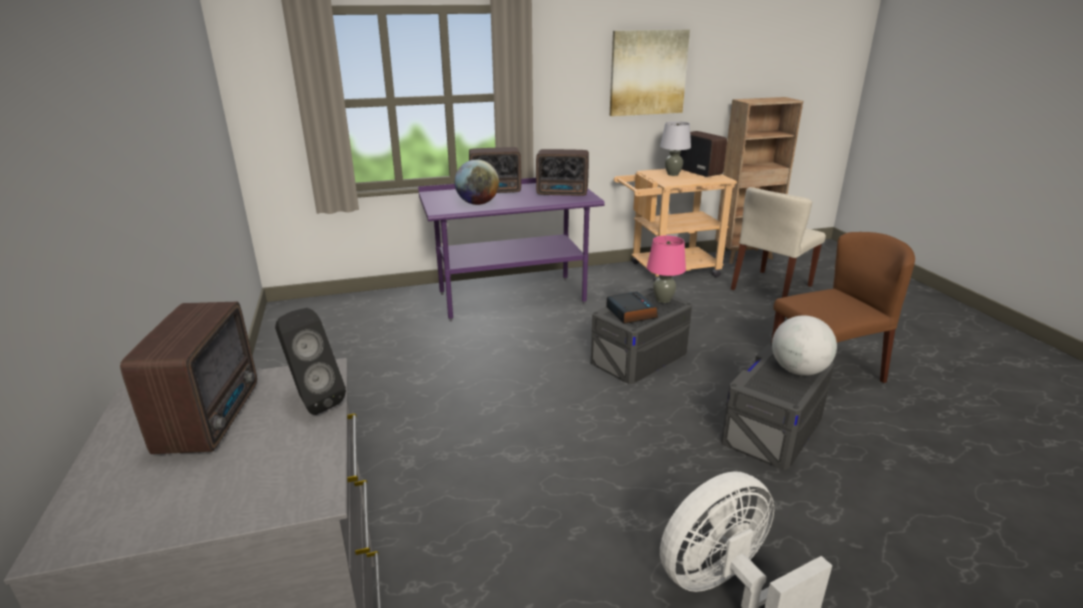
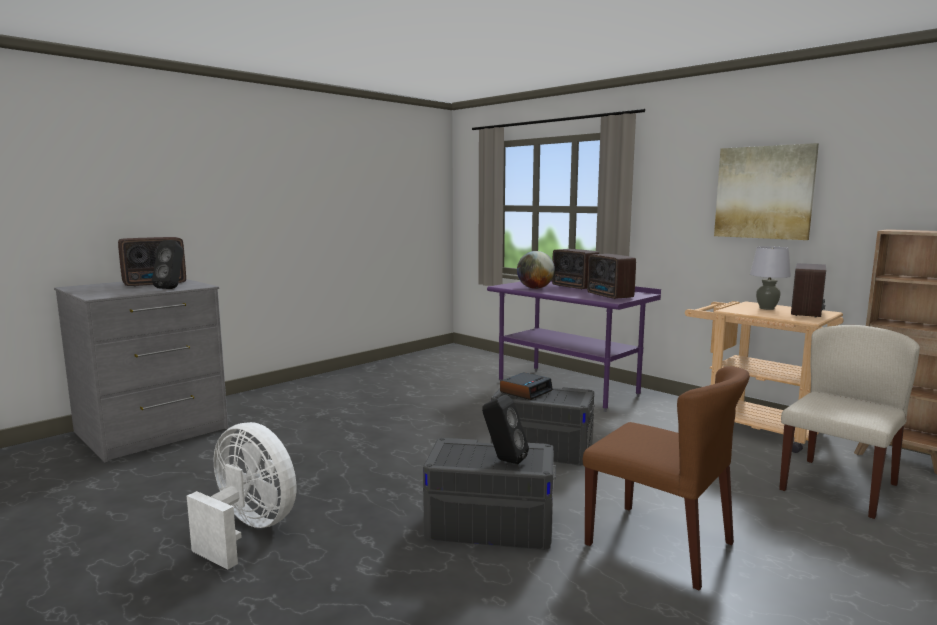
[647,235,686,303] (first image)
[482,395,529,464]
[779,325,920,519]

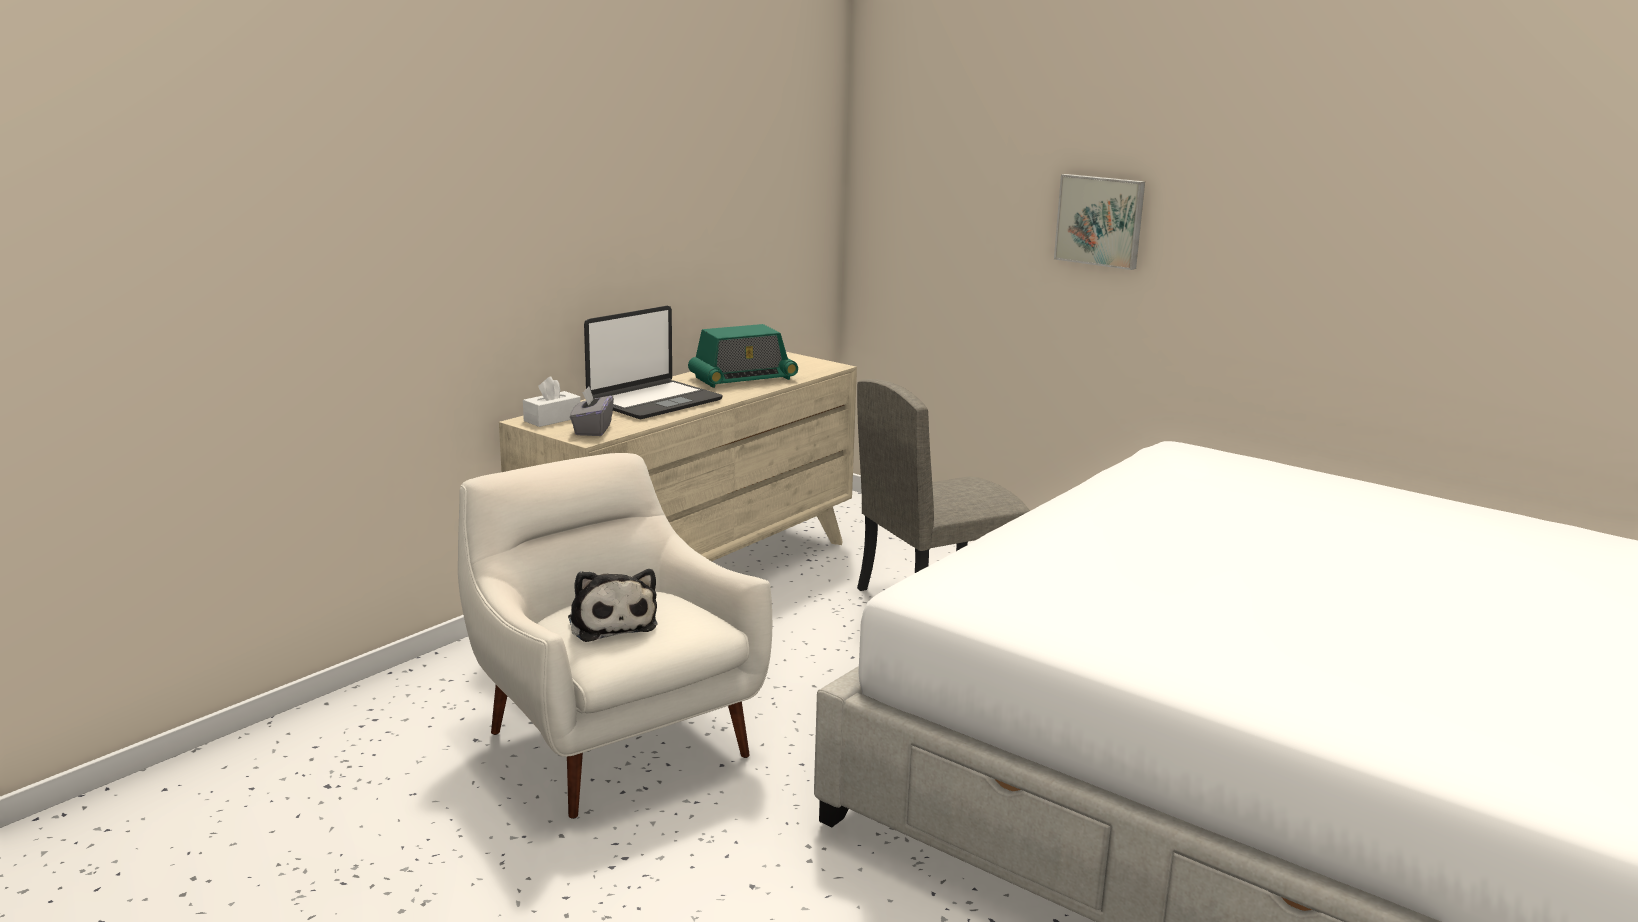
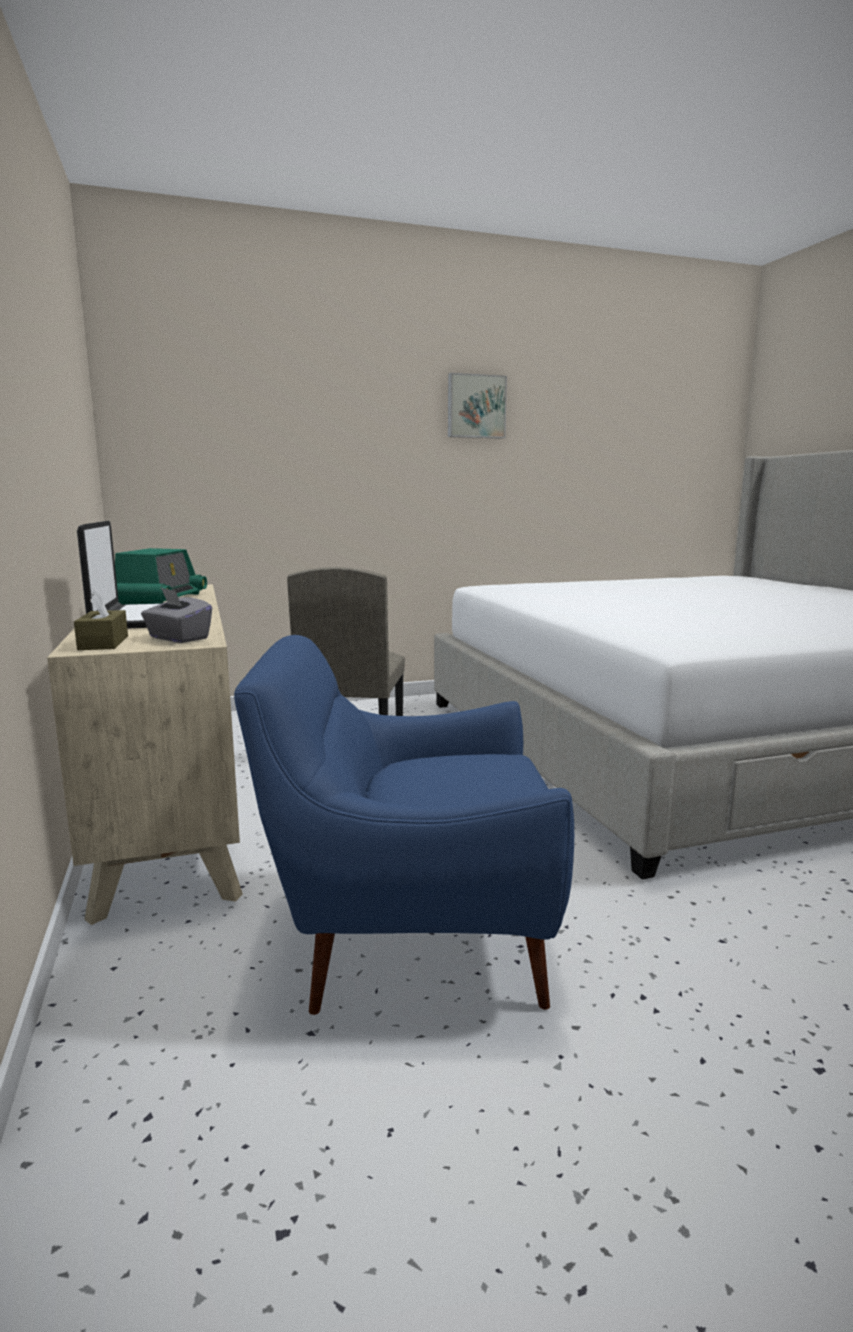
[568,569,658,642] (first image)
[448,373,507,439]
[234,635,574,1015]
[74,588,128,650]

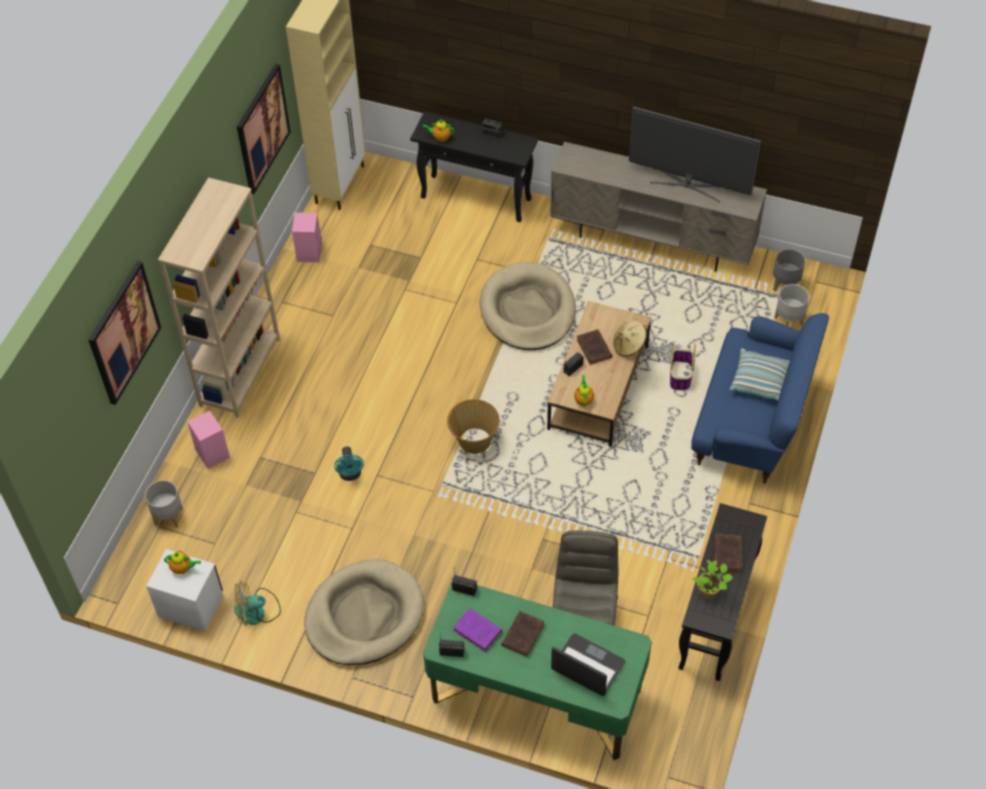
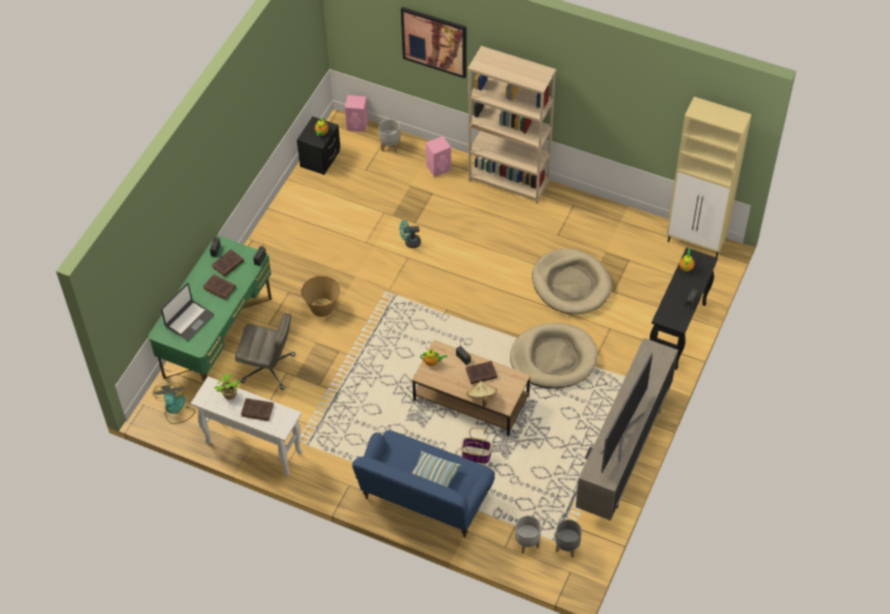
[237,64,291,194] (first image)
[152,382,195,424]
[345,95,368,132]
[532,248,612,314]
[301,276,340,317]
[297,116,340,175]
[212,249,244,277]
[191,376,302,476]

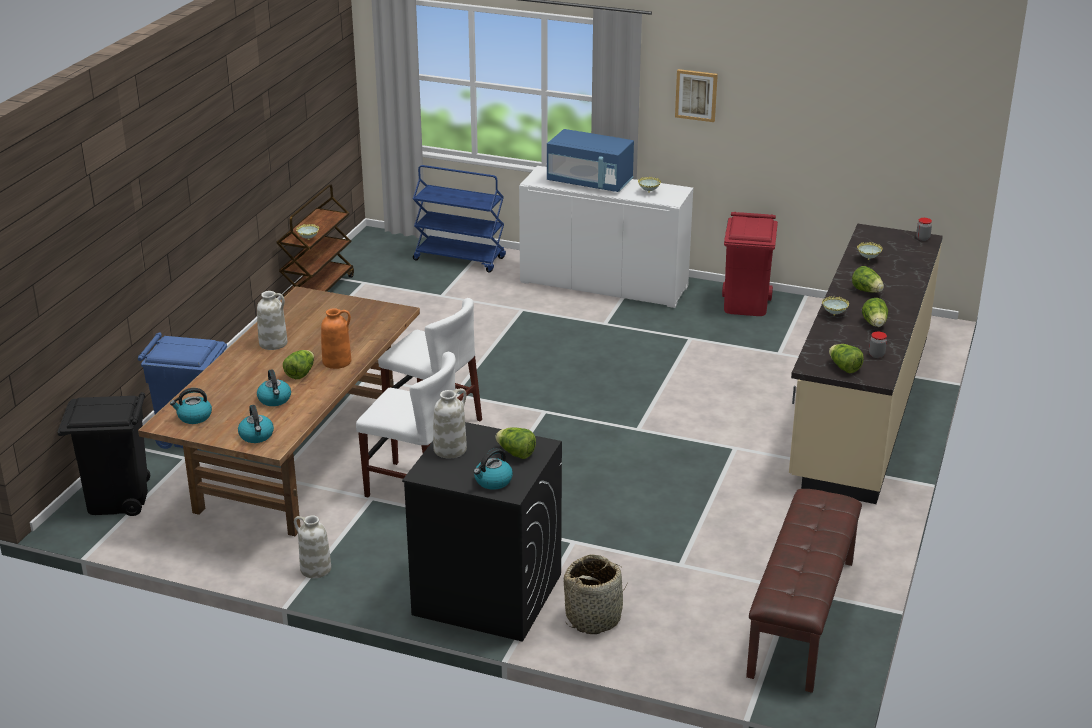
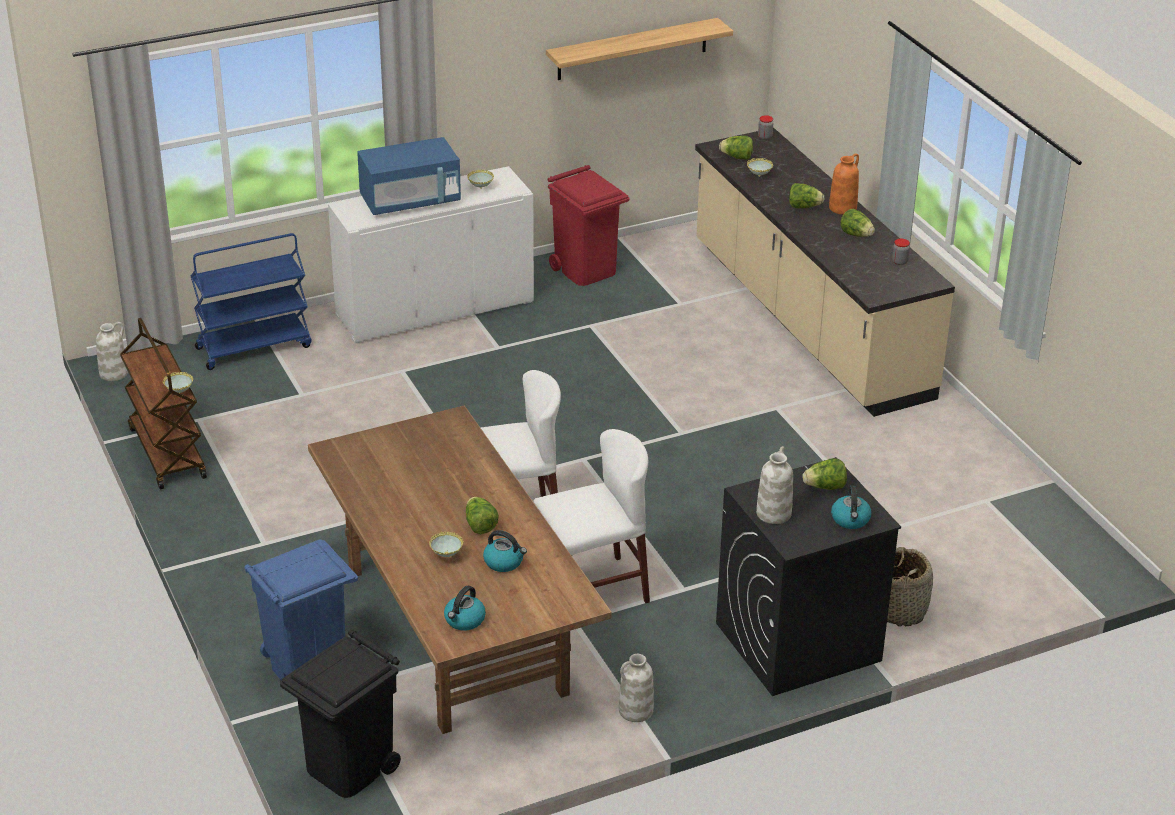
[238,405,274,443] (first image)
[675,69,718,122] (first image)
[746,489,862,693] (first image)
[546,18,733,80]
[96,322,128,381]
[829,153,859,215]
[429,532,463,557]
[719,136,753,160]

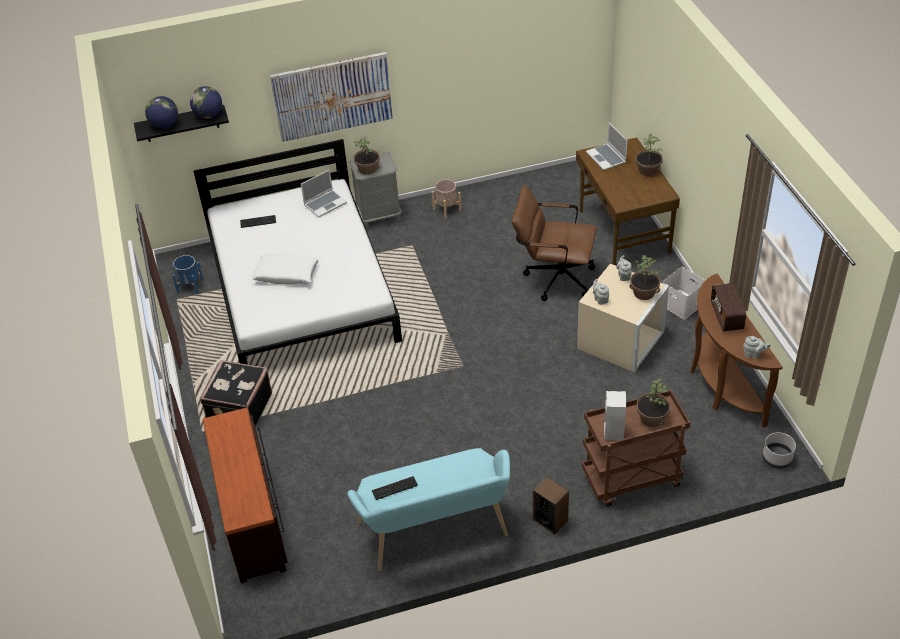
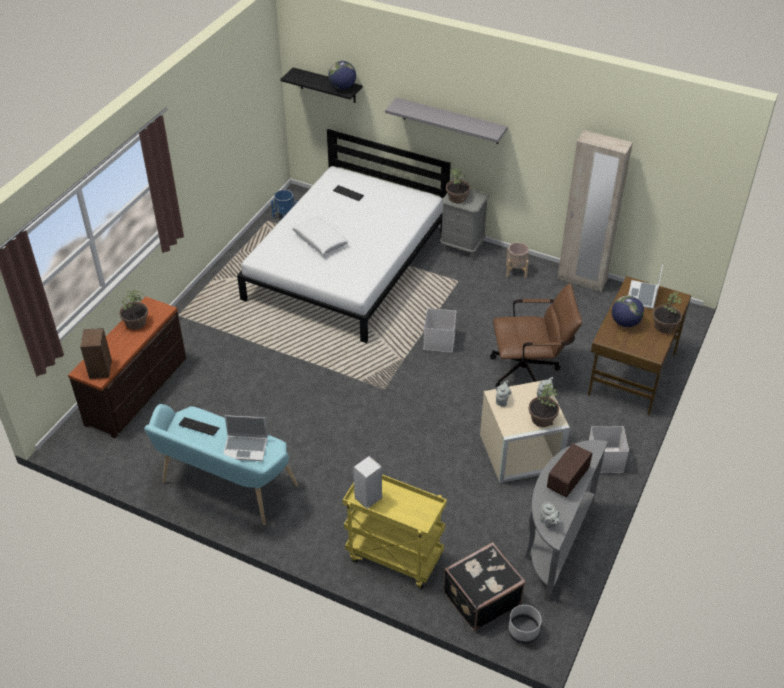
[423,308,456,352]
[557,130,633,292]
[612,295,644,327]
[444,542,525,631]
[223,415,268,461]
[80,328,112,379]
[119,290,148,330]
[385,98,508,144]
[343,474,447,589]
[524,440,608,602]
[490,283,582,388]

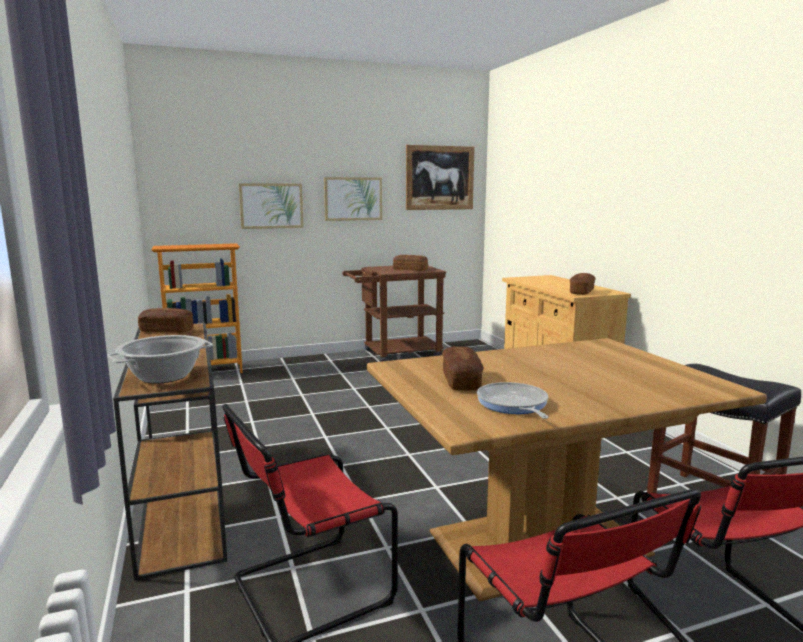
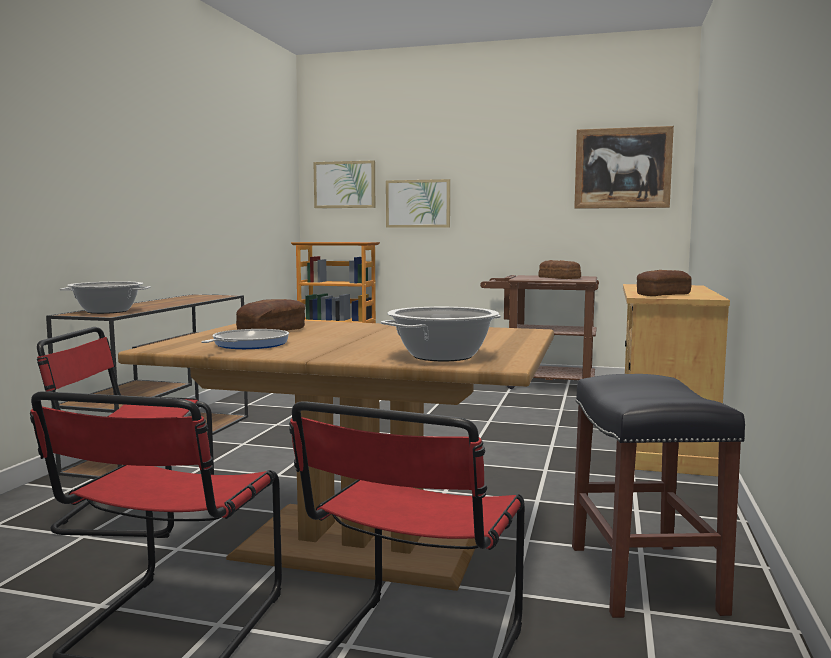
[138,308,193,333] (first image)
[381,307,501,361]
[314,160,375,208]

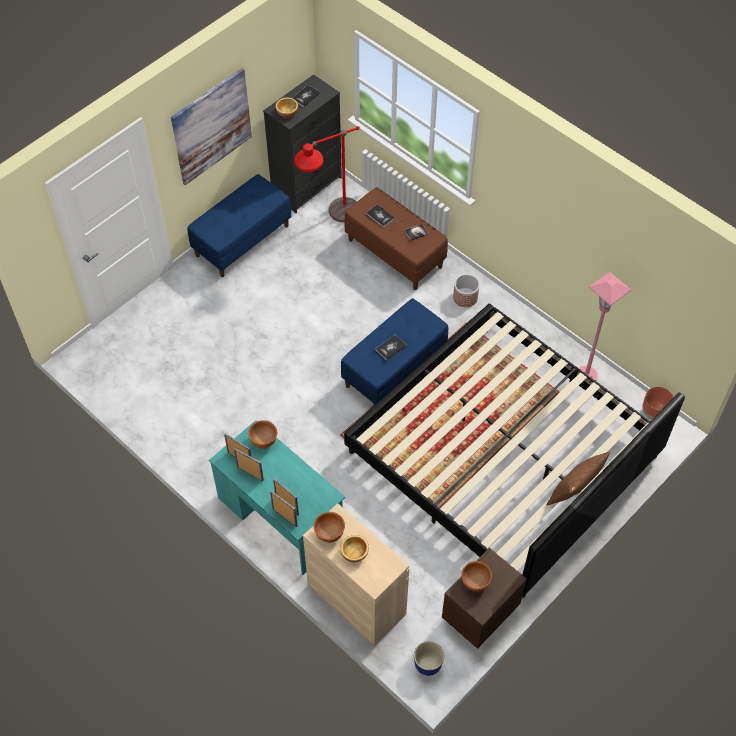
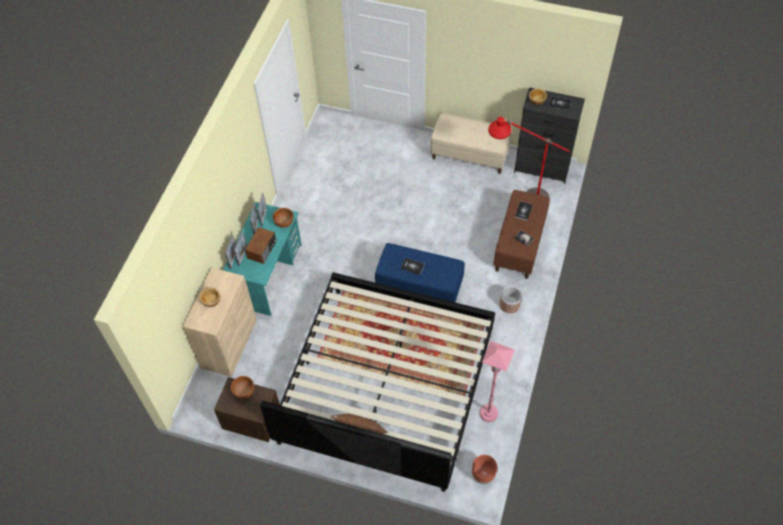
[171,68,252,185] (first image)
[314,512,345,543] (first image)
[414,641,444,676] (first image)
[245,227,276,264]
[431,113,512,174]

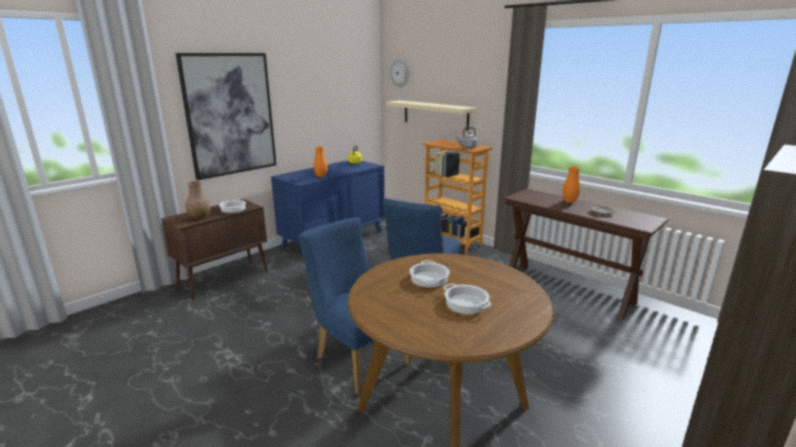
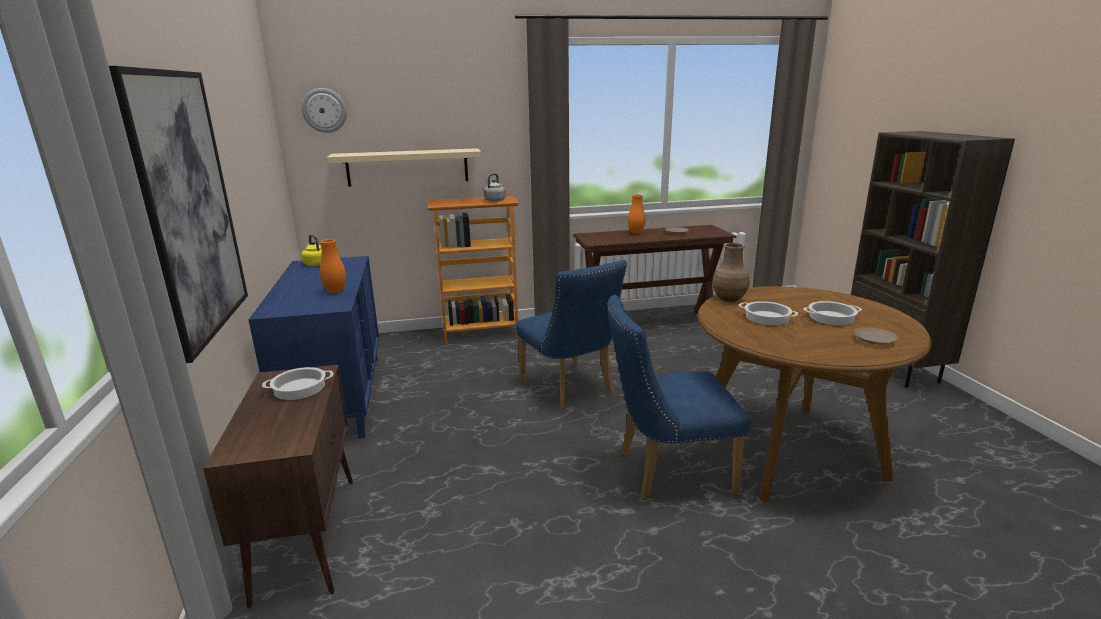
[854,327,898,345]
[712,243,749,302]

